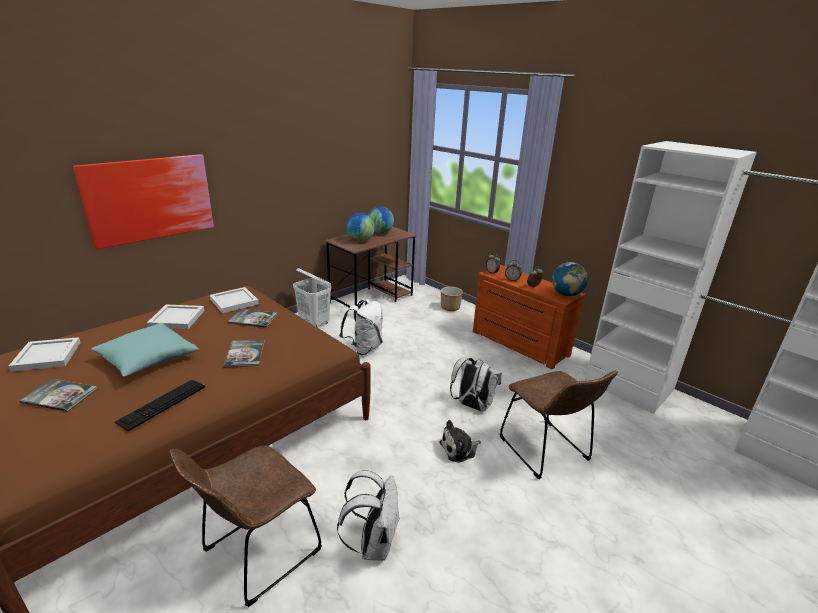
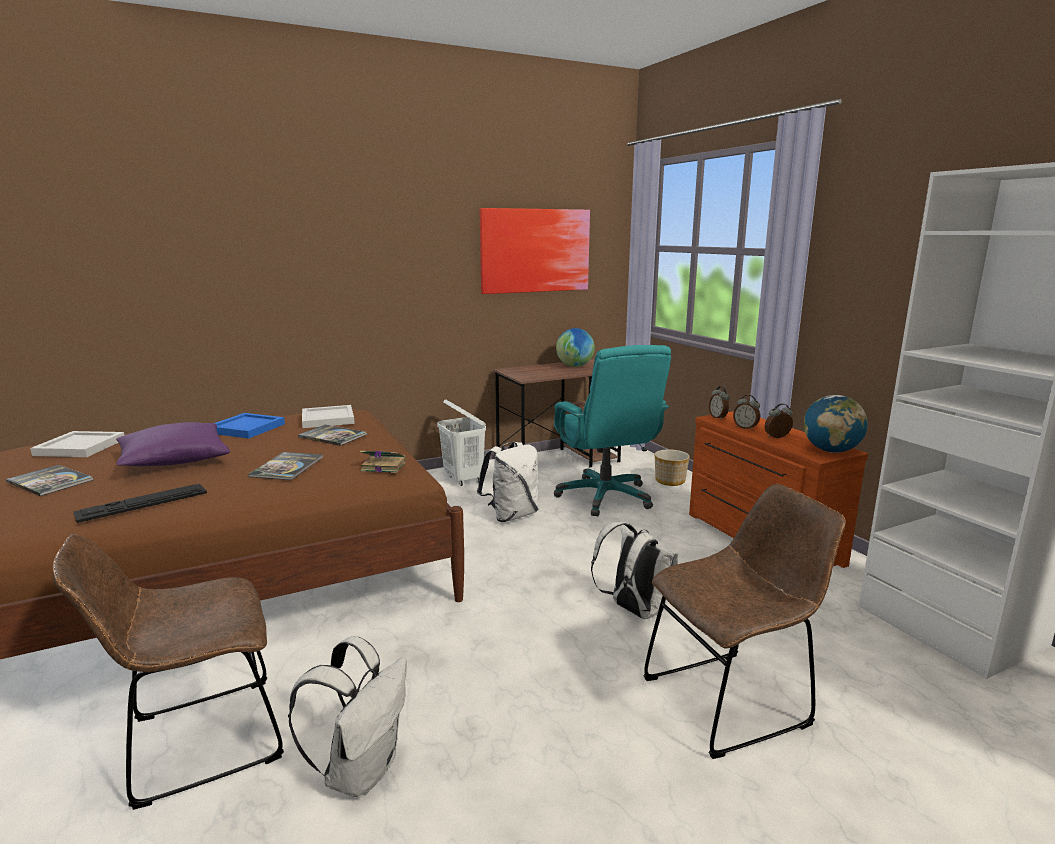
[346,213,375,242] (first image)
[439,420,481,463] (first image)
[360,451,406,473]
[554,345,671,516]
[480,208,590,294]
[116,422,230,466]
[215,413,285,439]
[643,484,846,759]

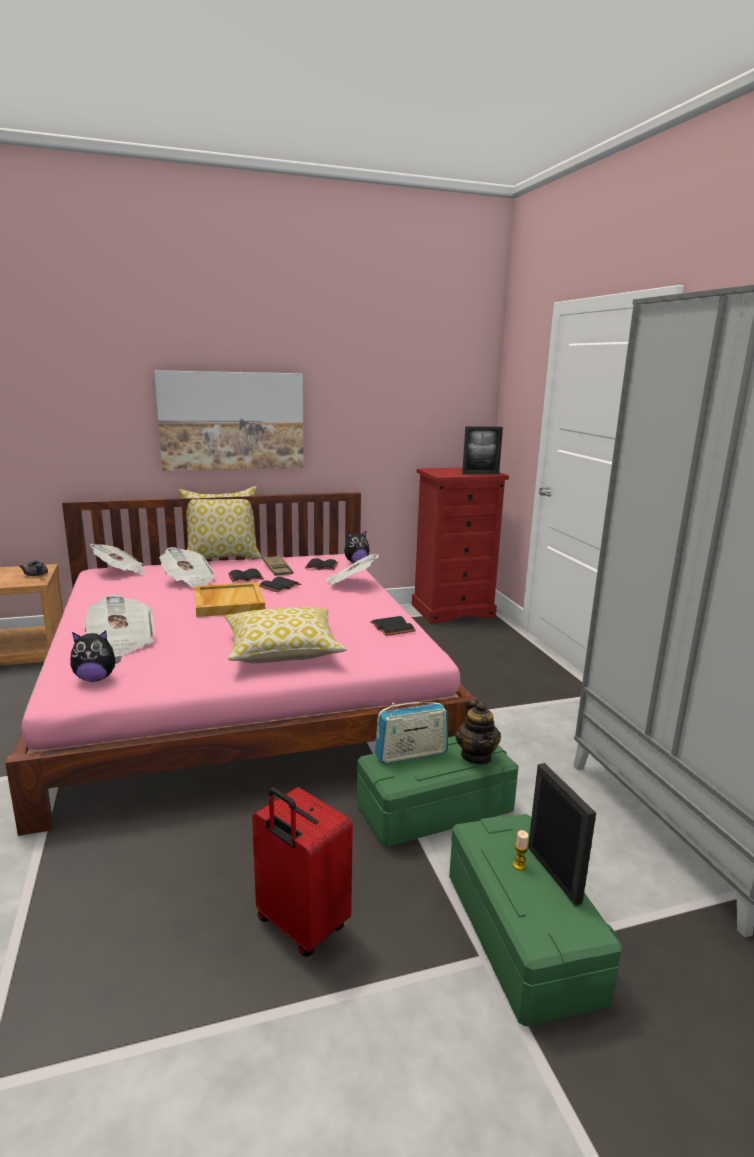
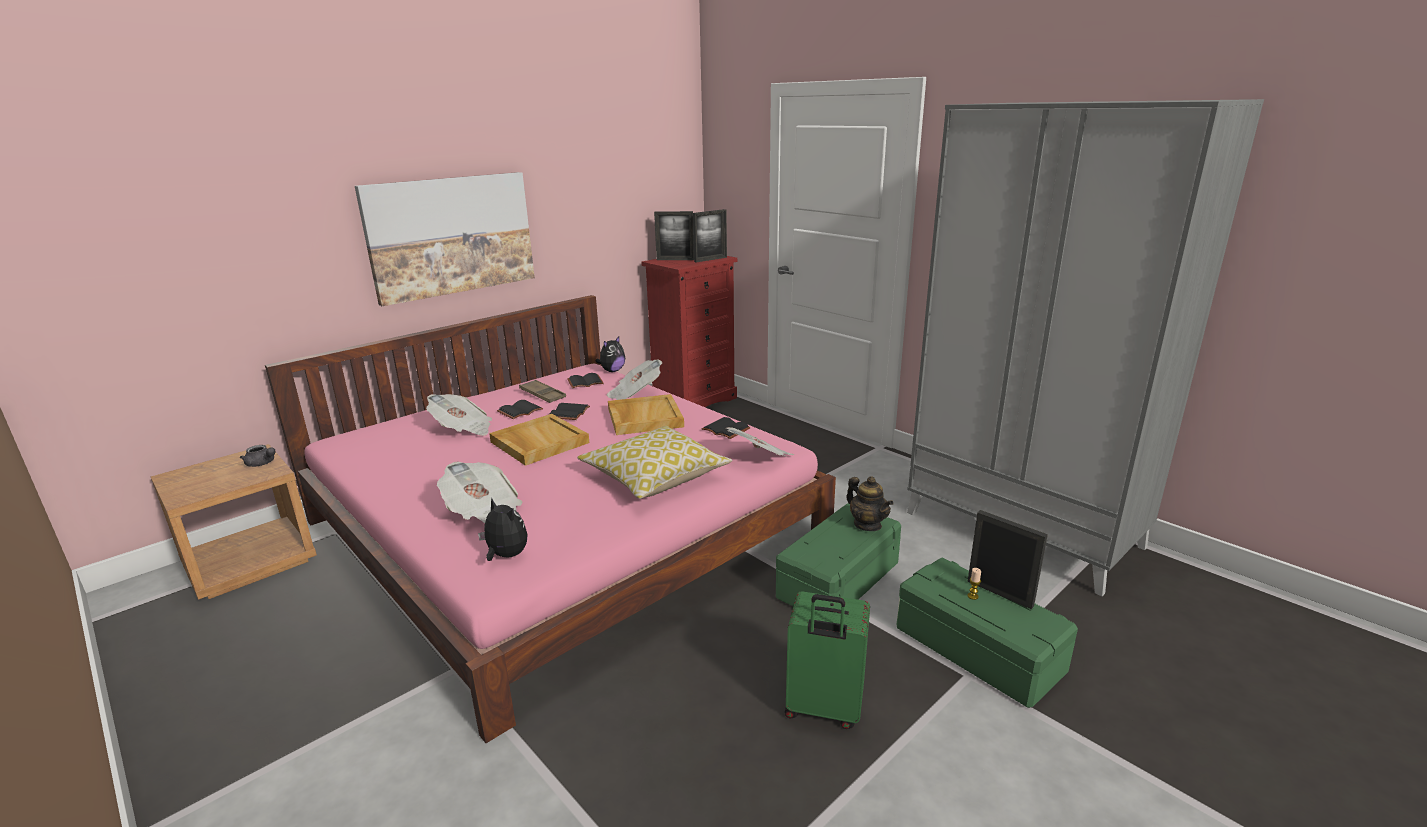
[179,486,262,559] (first image)
[375,702,448,764] (first image)
[608,394,684,435]
[654,211,694,260]
[726,427,794,456]
[785,591,870,729]
[478,498,528,561]

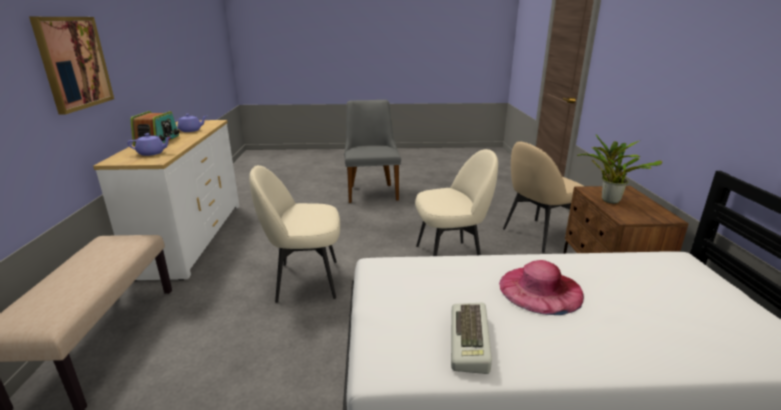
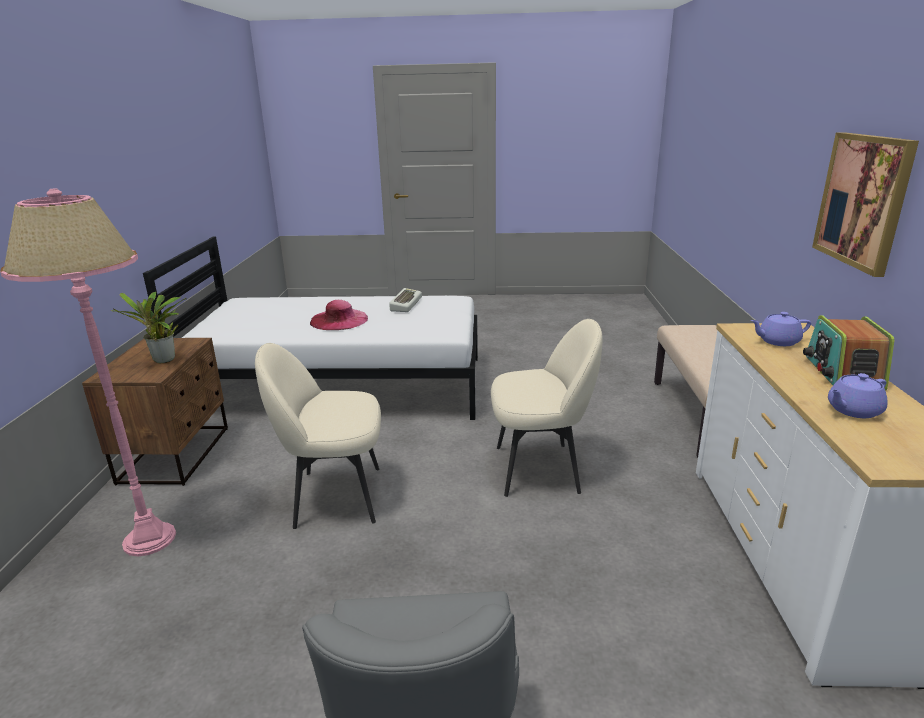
[0,188,176,556]

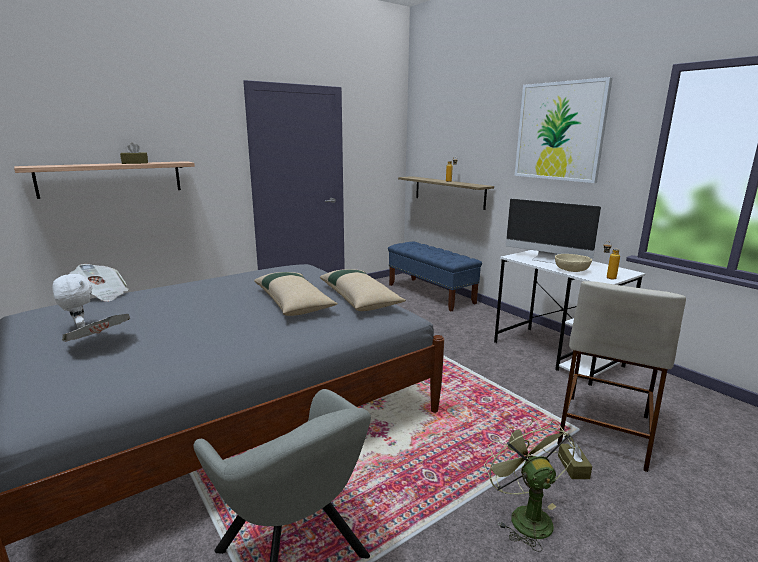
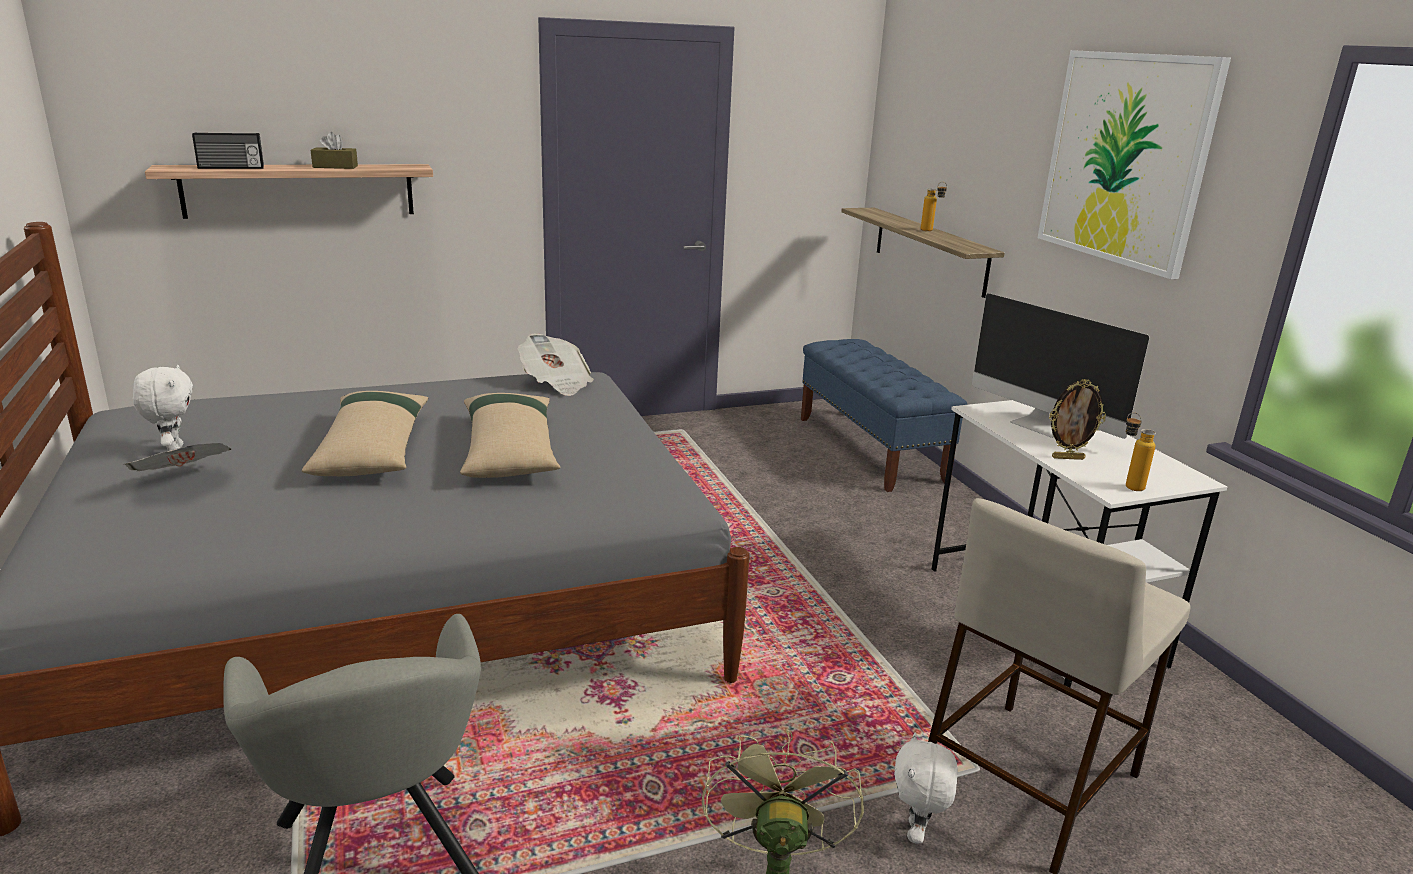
[192,132,264,169]
[518,333,594,396]
[302,391,428,476]
[1049,379,1106,460]
[894,732,958,844]

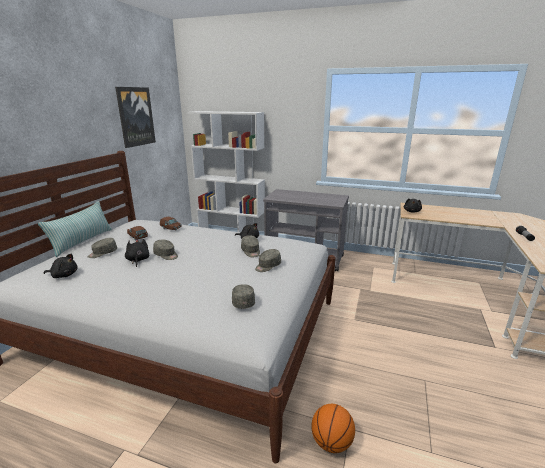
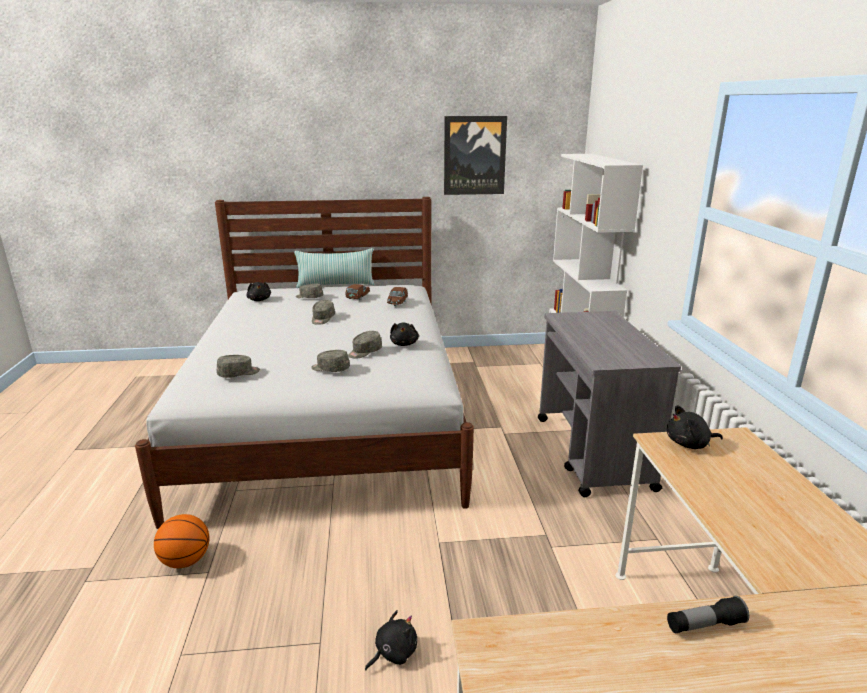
[365,610,417,671]

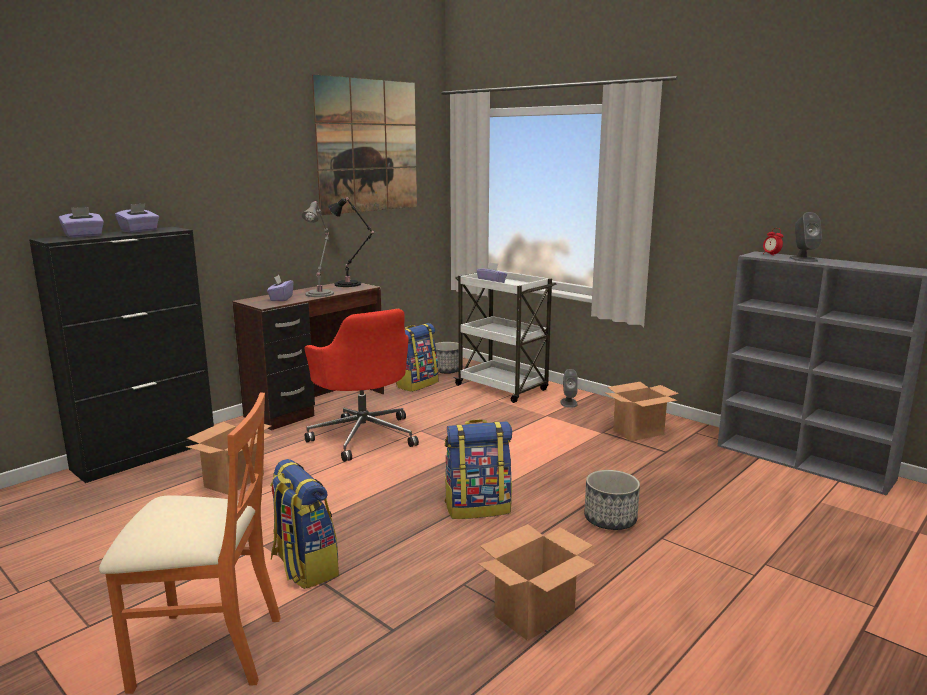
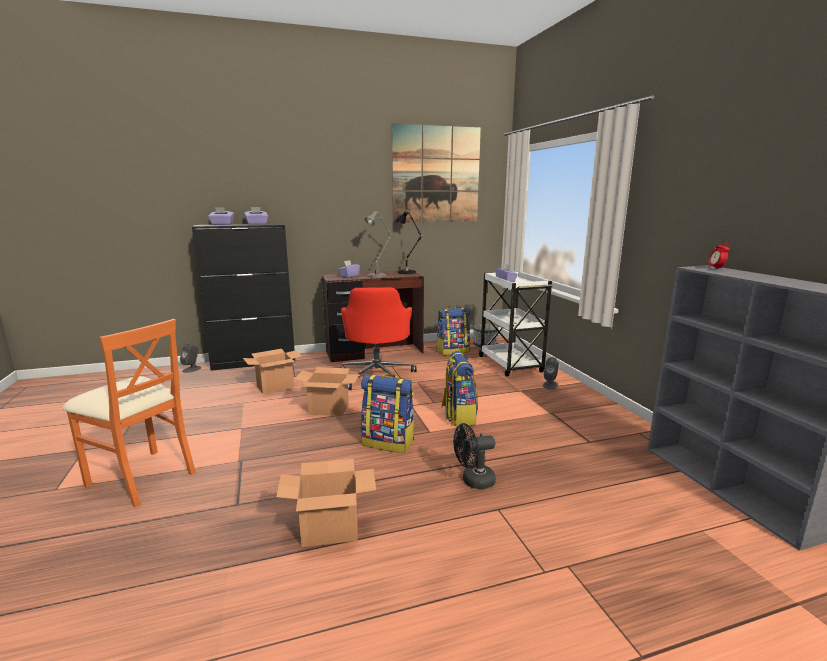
[442,351,478,426]
[295,367,359,416]
[180,343,201,373]
[453,423,496,489]

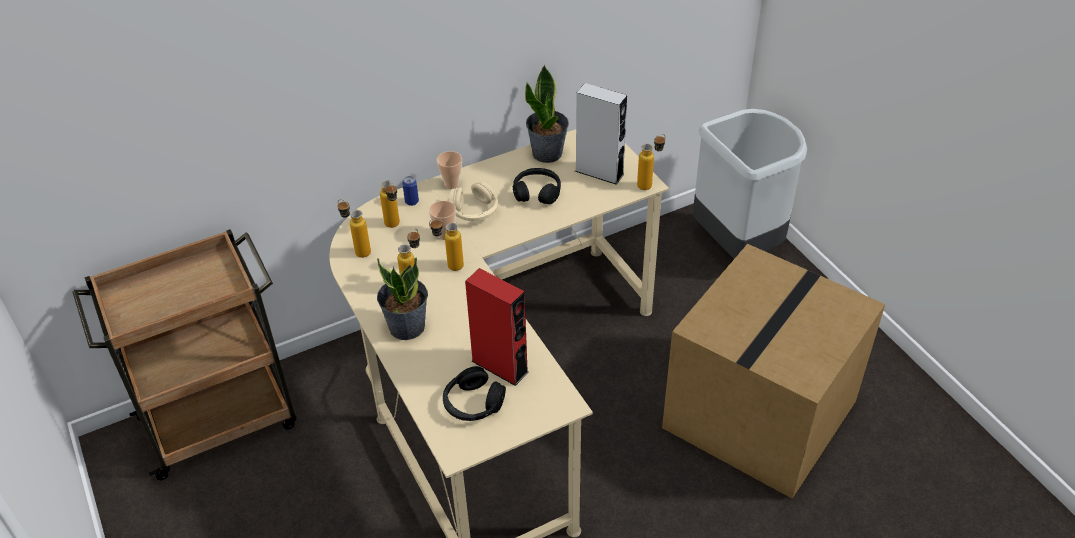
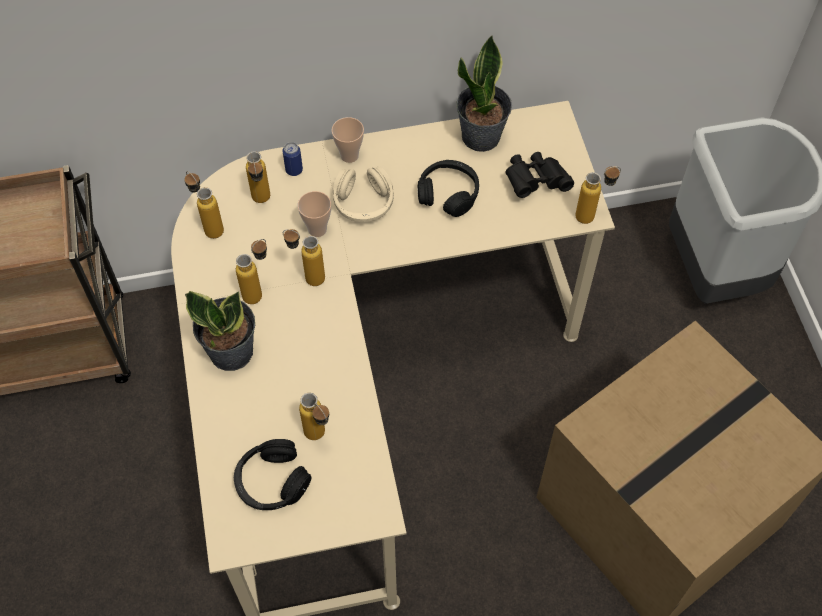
[299,393,329,440]
[505,152,574,198]

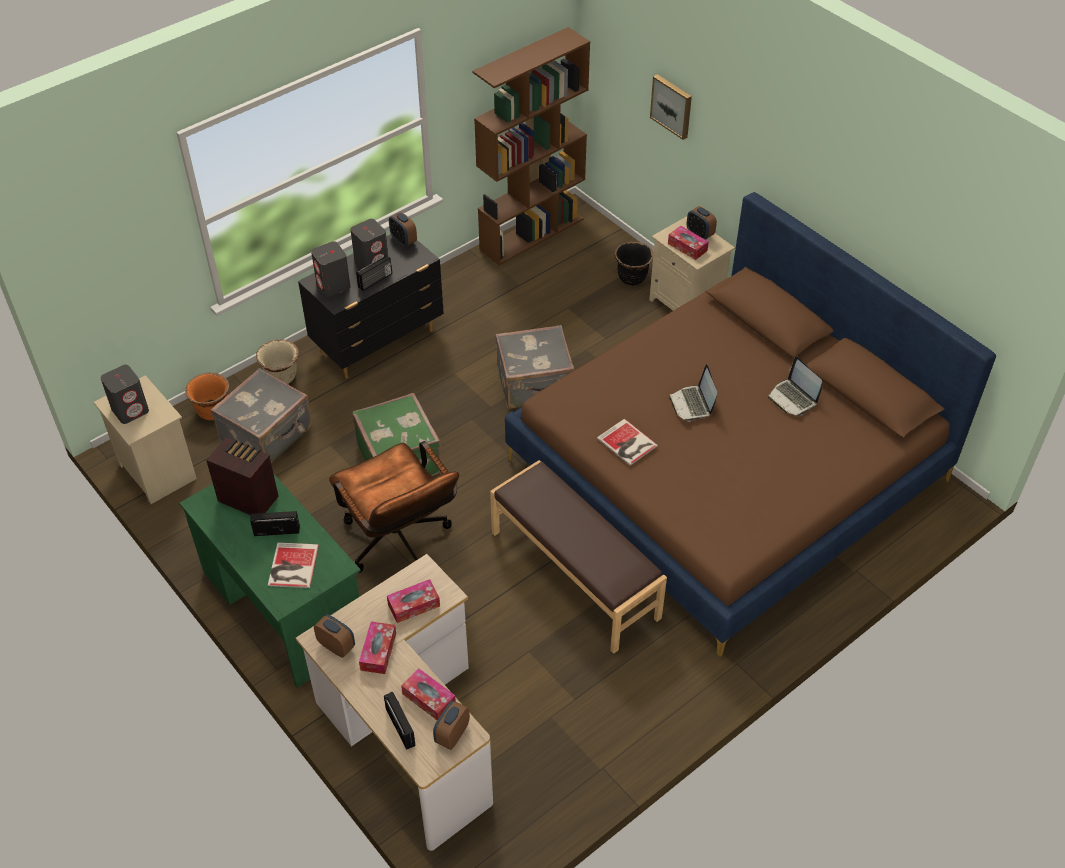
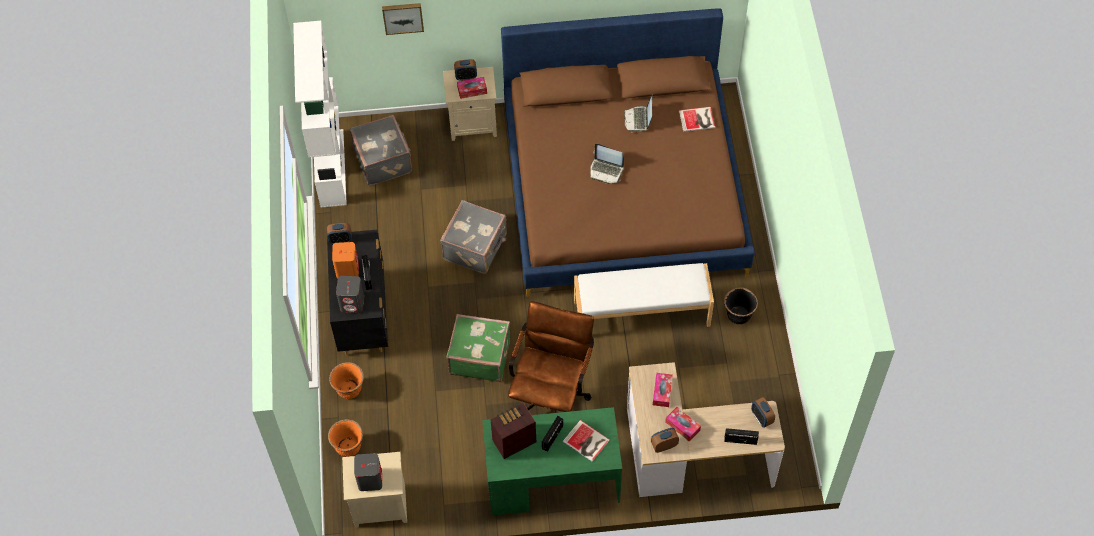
[401,668,456,720] (first image)
[350,115,412,186]
[679,107,715,132]
[724,288,758,324]
[329,362,364,399]
[332,242,359,279]
[293,21,347,207]
[574,263,714,327]
[508,301,594,413]
[624,94,652,132]

